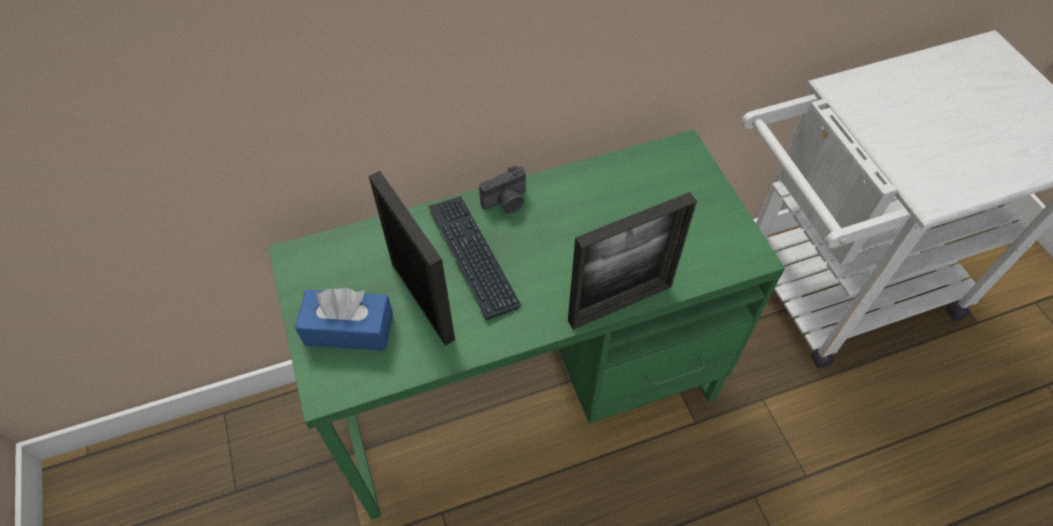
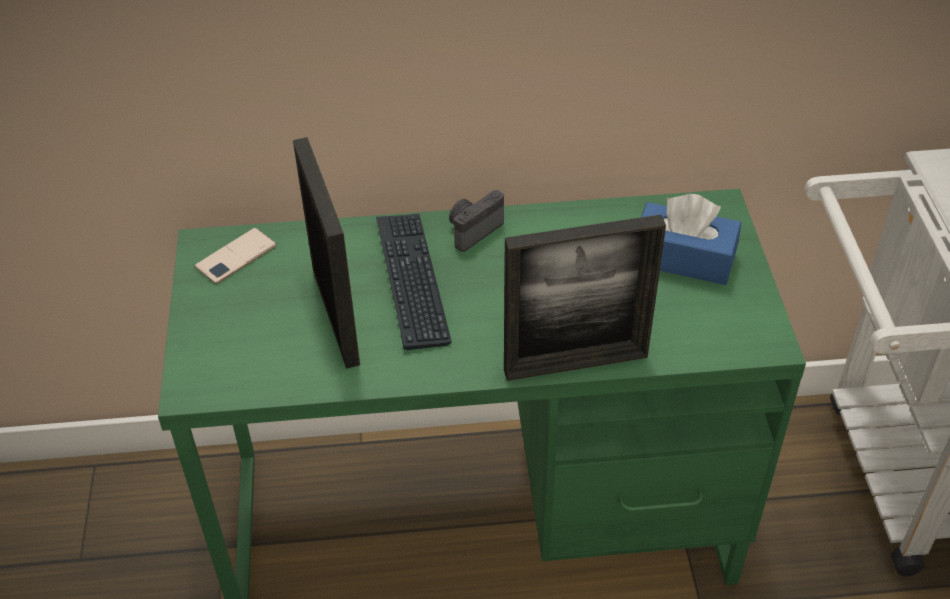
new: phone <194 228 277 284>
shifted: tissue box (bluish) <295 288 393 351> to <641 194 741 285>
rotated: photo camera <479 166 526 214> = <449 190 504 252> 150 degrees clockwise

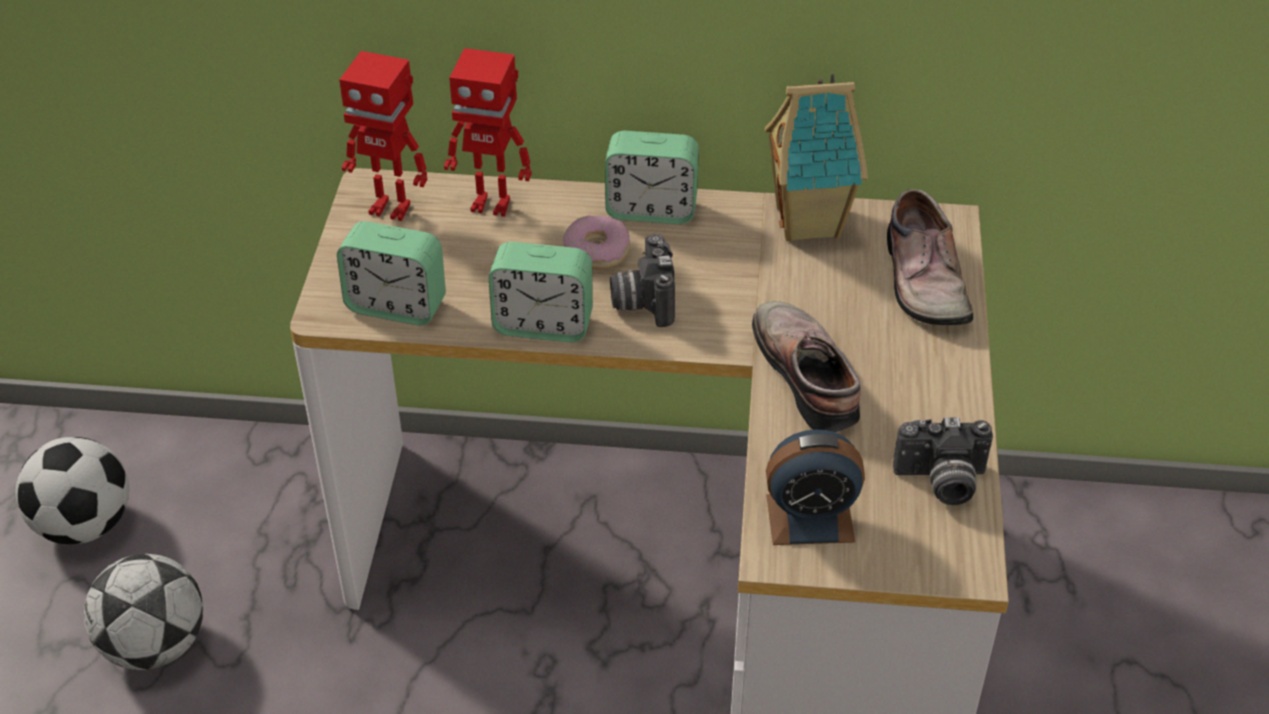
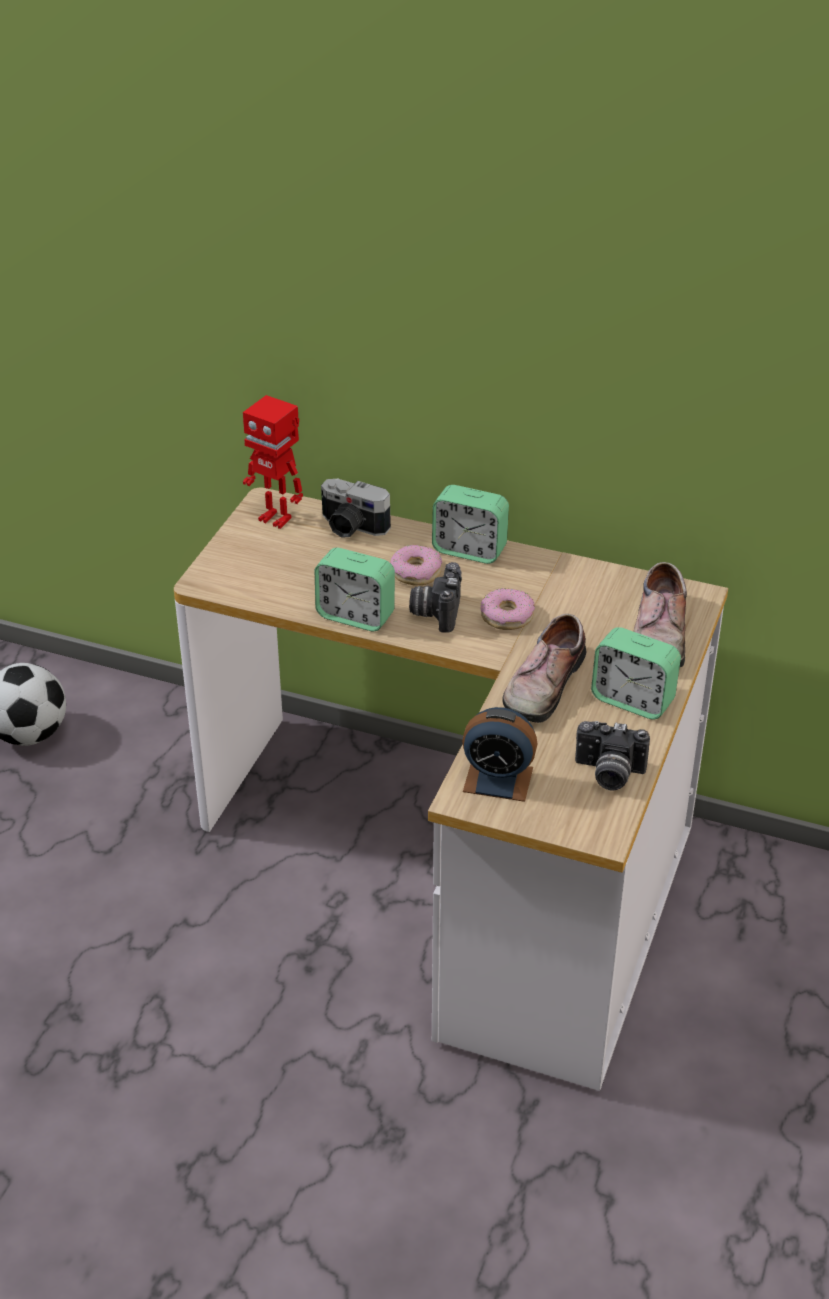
gone: ball for football <84 554 203 670>; toy house <765 73 868 242>
new: donut <481 588 535 630>
shifted: alarm clock <337 221 446 326> to <591 627 681 719>
swapped: robot figure <444 48 532 217> to photo camera <321 479 391 538>
rotated: item of footwear <752 301 860 432> = <502 614 586 723> 150 degrees counterclockwise

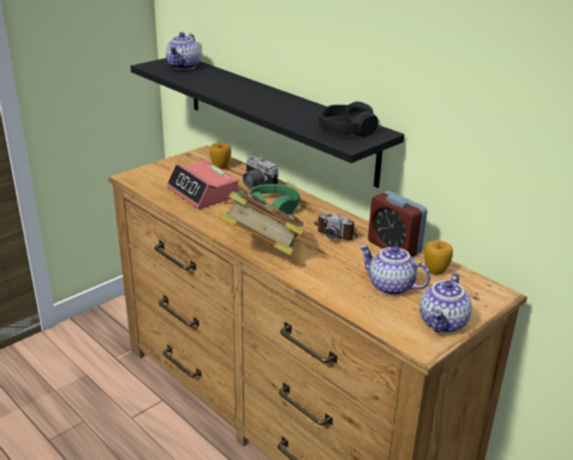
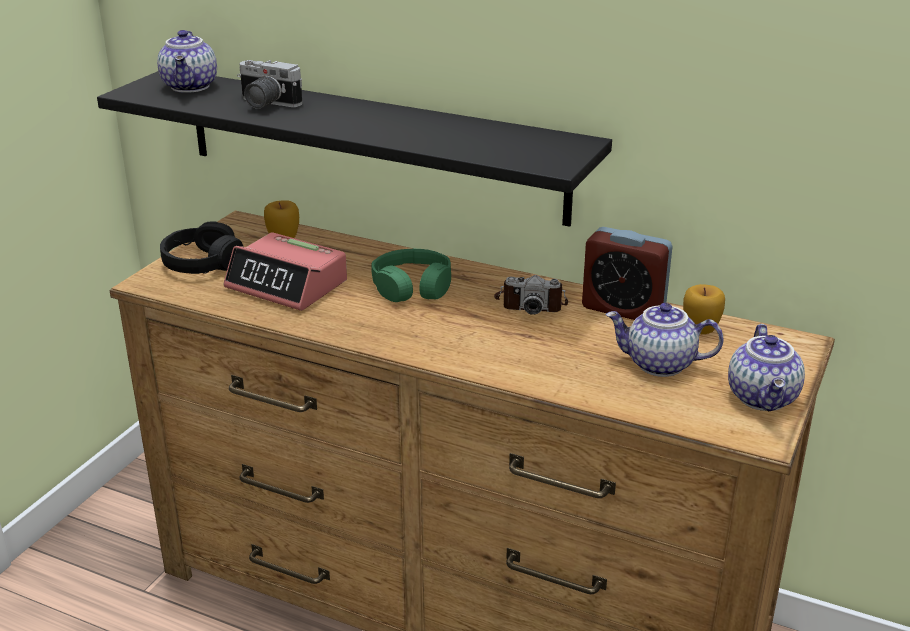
gone: volume <218 190 304 256>
shifted: headset (black-coloured) <319 102 378 137> to <160 221 243 274>; photo camera <243 156 279 188> to <237 60 302 109>

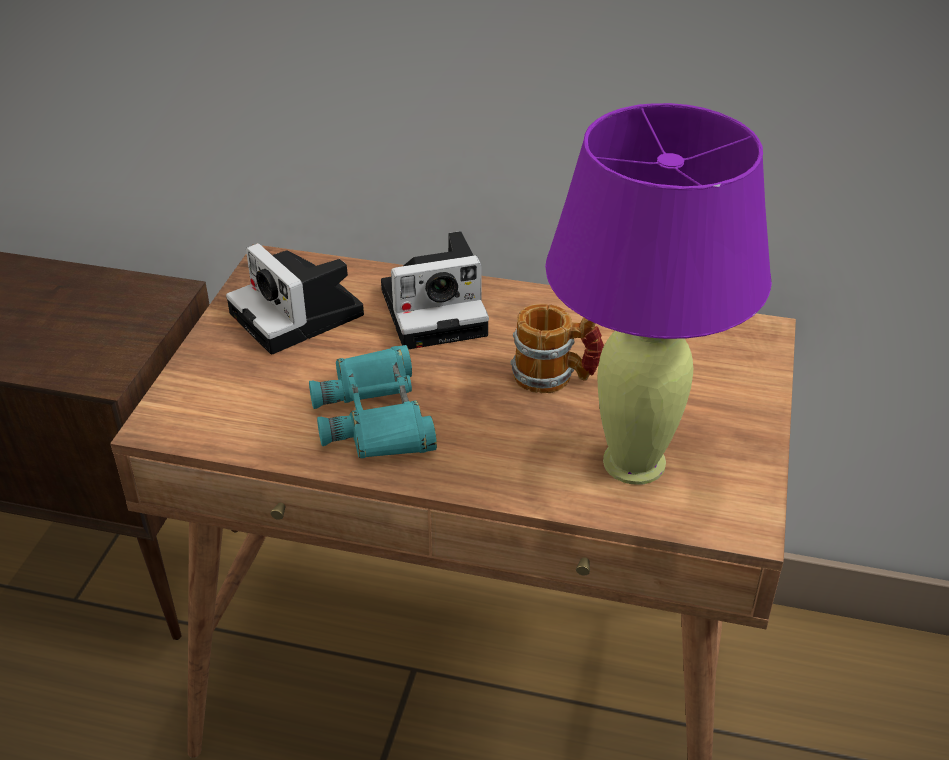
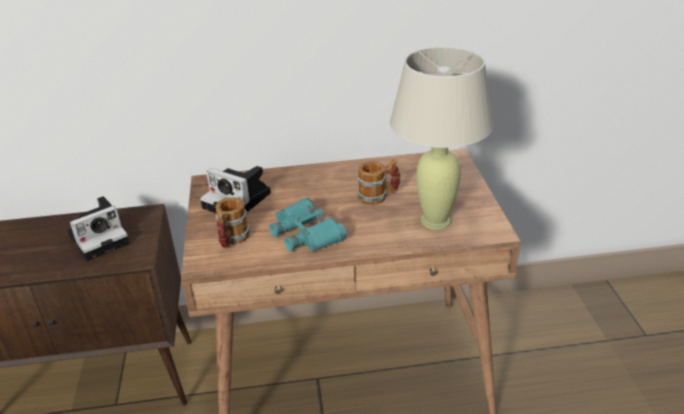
new: mug <215 198 250 249>
shifted: photo camera <381 231 489 349> to <67 196 130 261>
repainted: tabletop lamp (purplish) <545 103 772 485> to tabletop lamp (sand-coloured) <390 46 494 230>

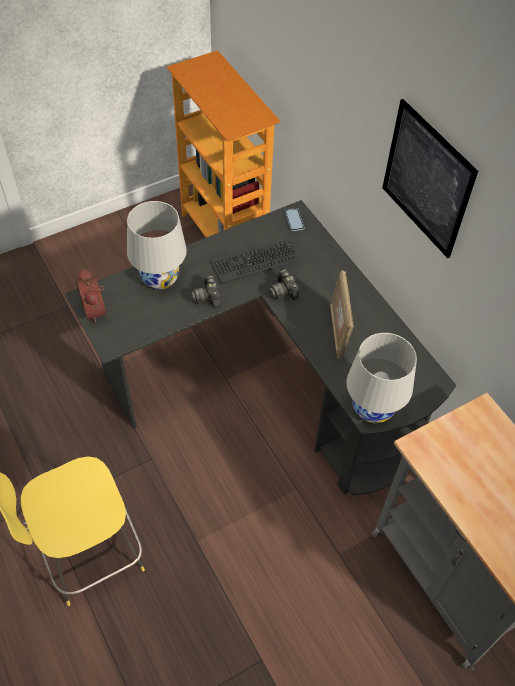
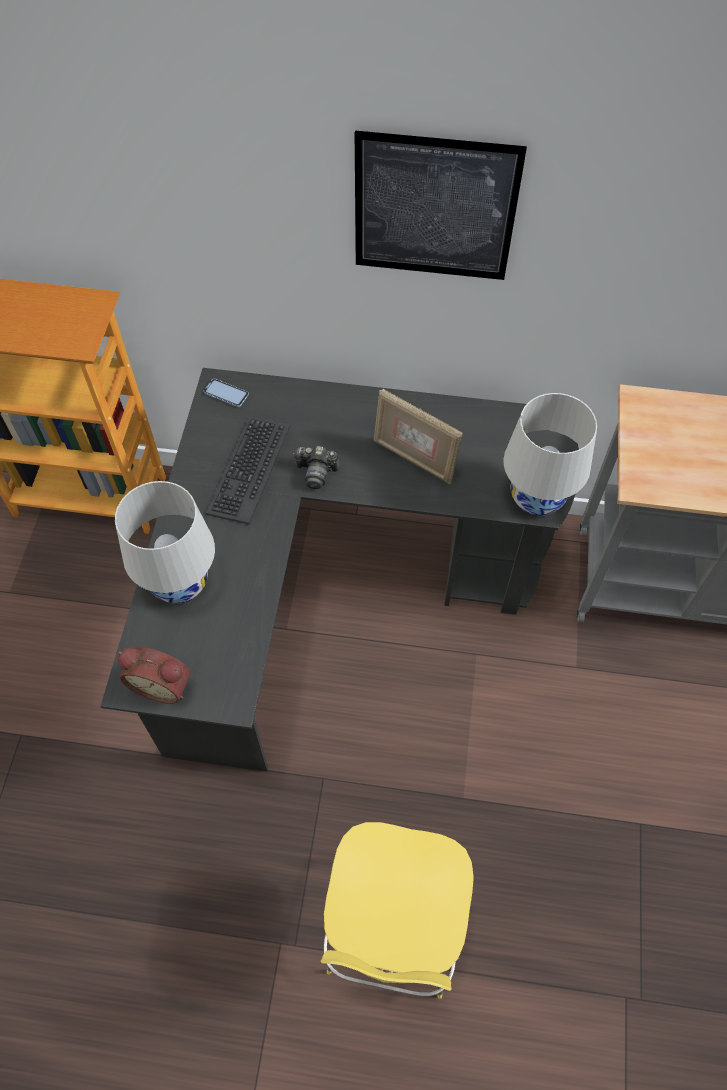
gone: photo camera <191 275 221 308>

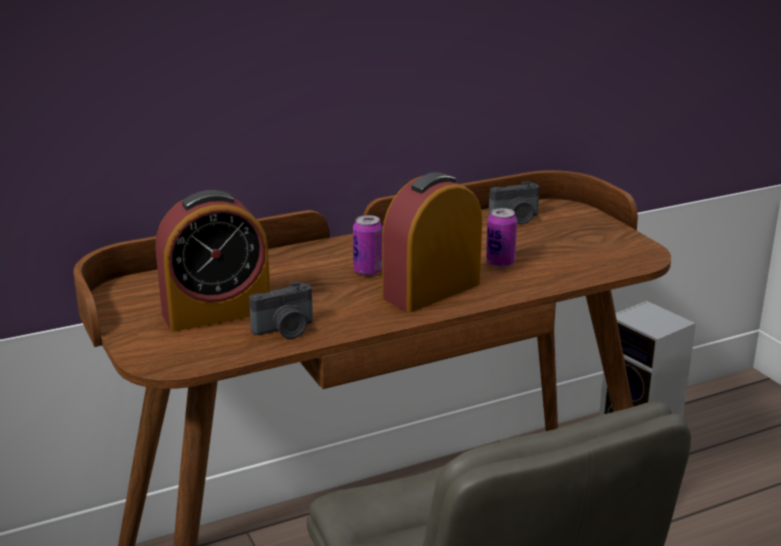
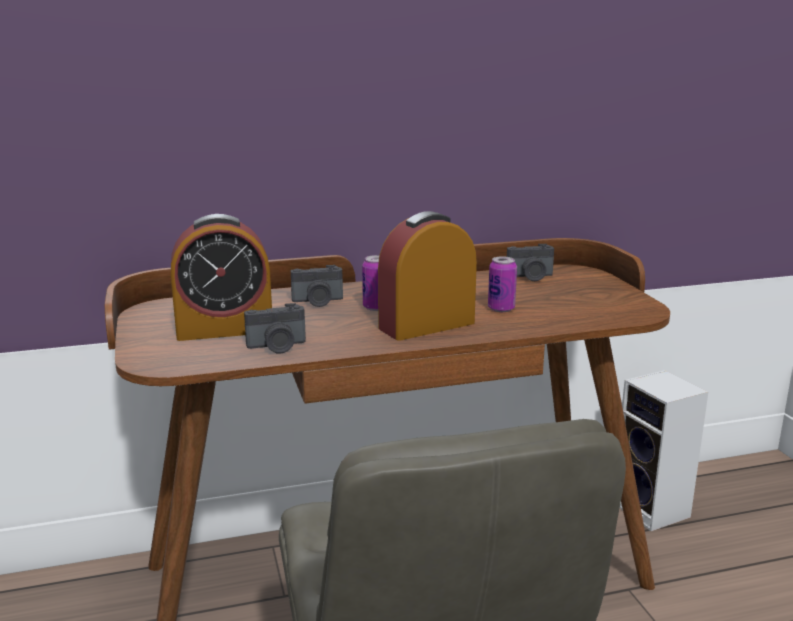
new: photo camera <291 265 343 307>

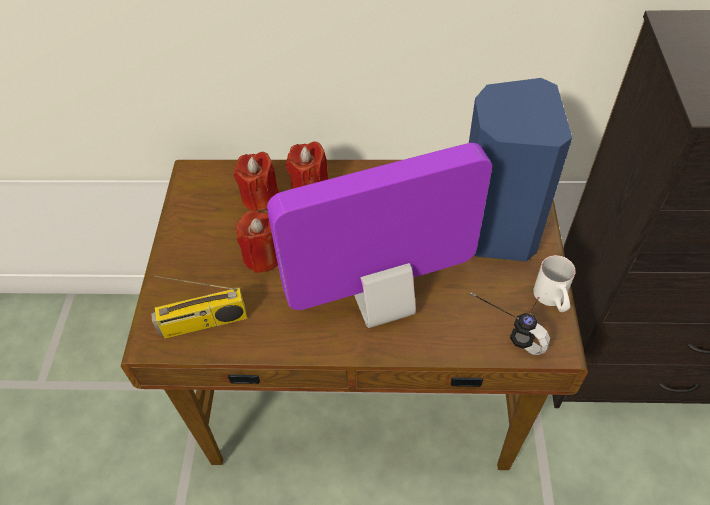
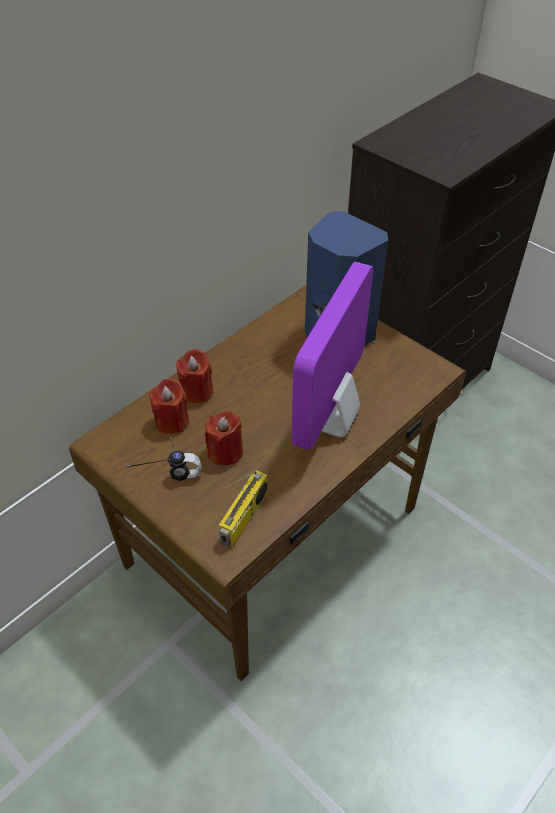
gone: mug (whitish) <533 255 576 312>
shifted: headset <470 293 550 355> to <125 437 202 481>

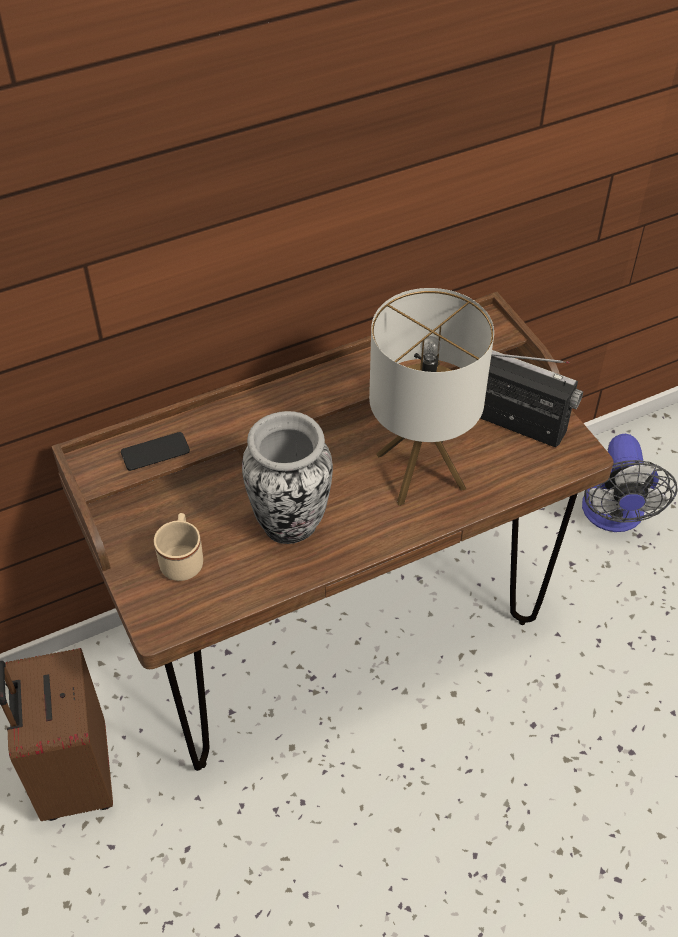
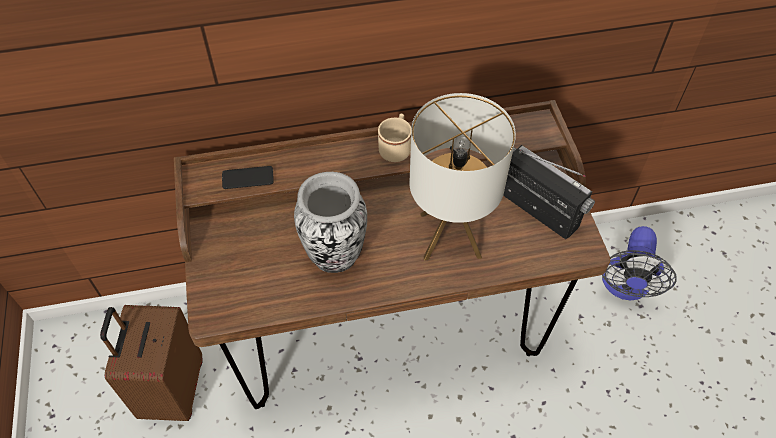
shifted: mug (sand-coloured) <154 513 203 581> to <378 114 411 162>

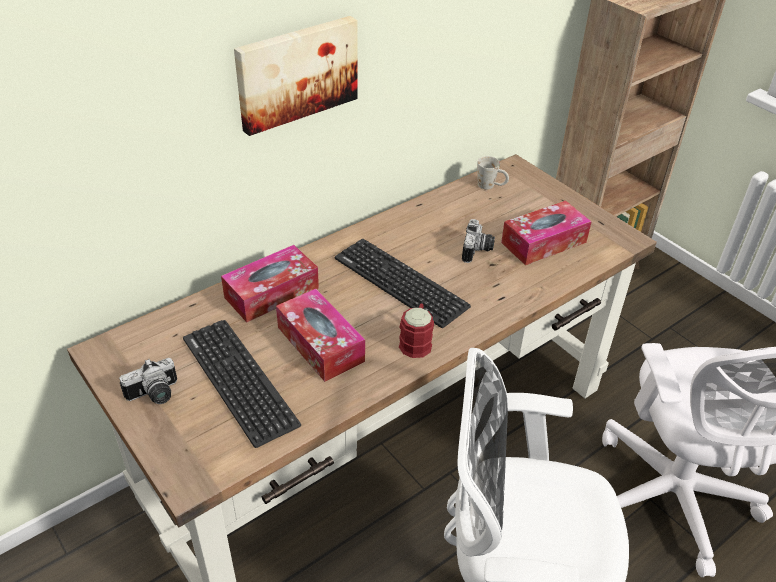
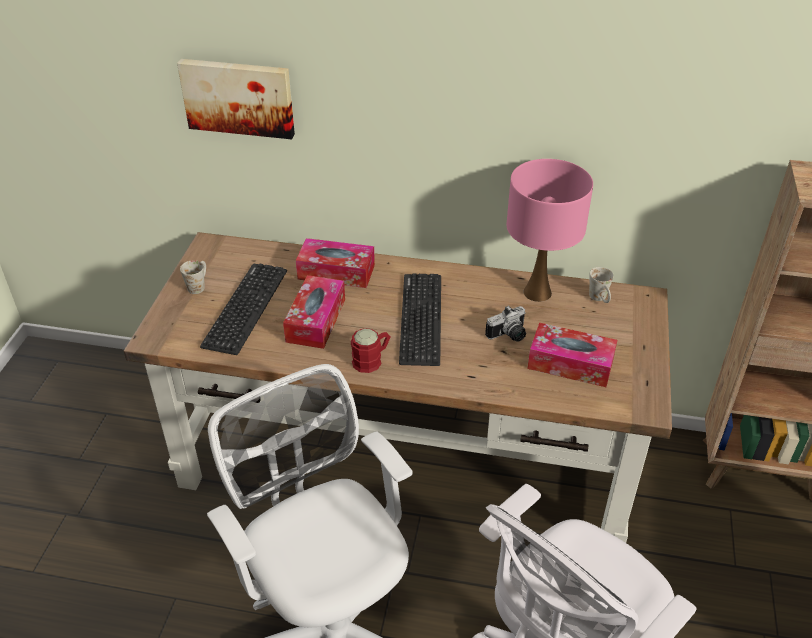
new: tabletop lamp (pinkish) <507 159 593 302>
shifted: wall art <234 16 357 136> to <177 59 295 139>
swapped: photo camera <119 358 177 404> to mug (whitish) <180 260 206 294>

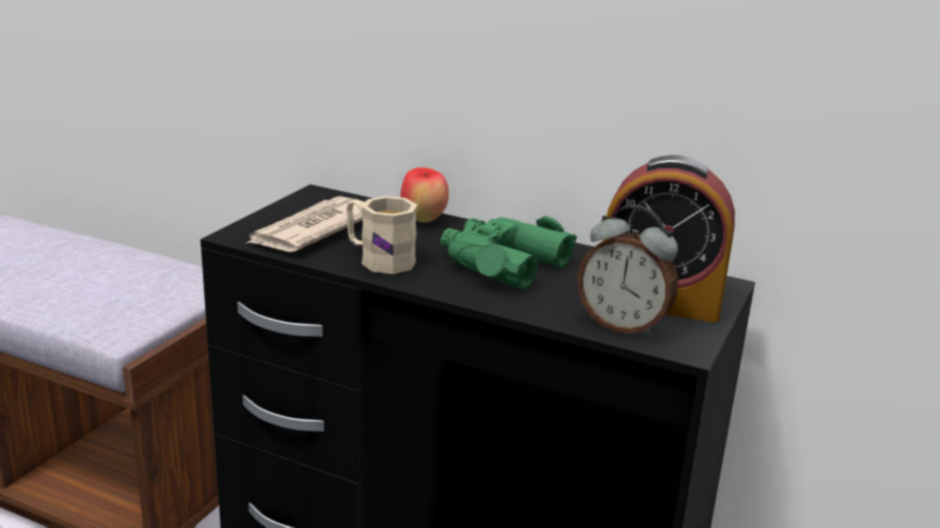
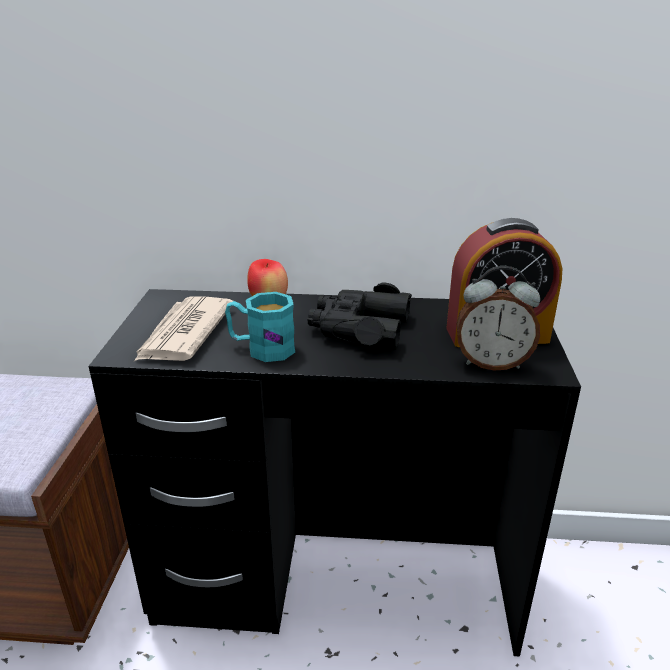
repainted: mug (sand-coloured) <346 196 417 274> to mug (turquoise-coloured) <225 292 295 362>; pair of binoculars (greenish) <440 216 577 290> to pair of binoculars (black-coloured) <308 283 412 350>

